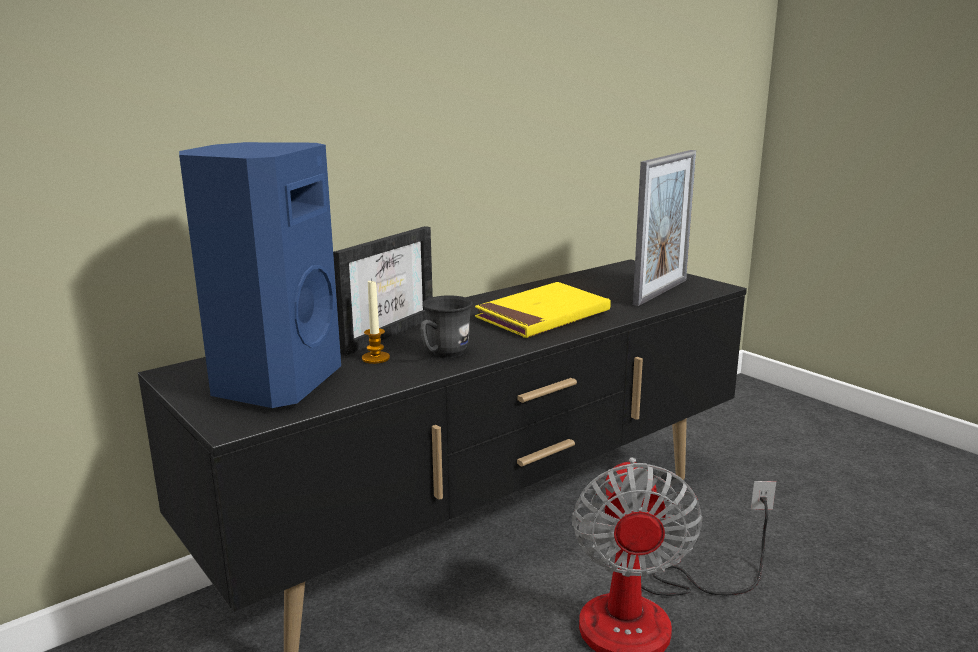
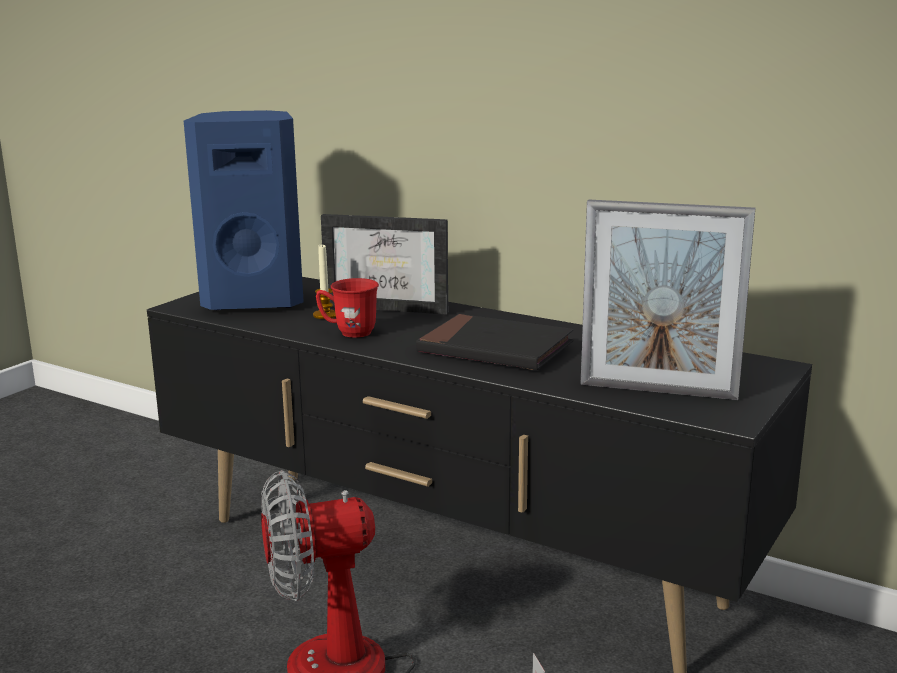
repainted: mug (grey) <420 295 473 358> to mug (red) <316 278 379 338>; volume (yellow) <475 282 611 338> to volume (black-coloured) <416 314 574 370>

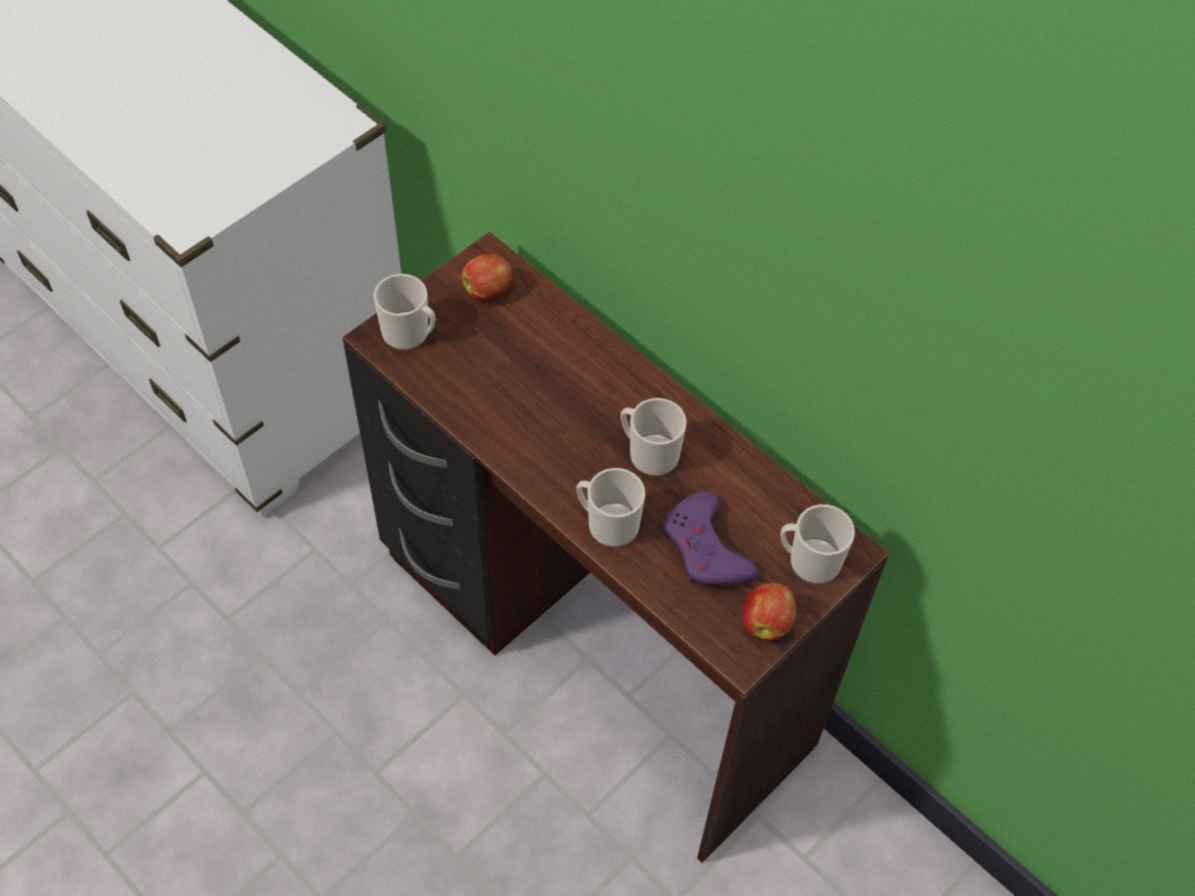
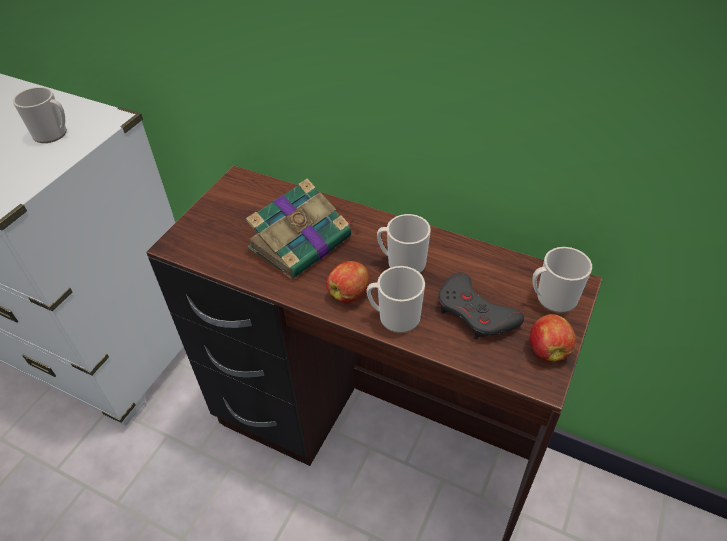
new: volume <245 179 353 279>
shifted: mug <374 274 435 350> to <13 87 67 143>; whole apple <461 254 513 301> to <326 261 370 303>
repainted: game controller (purplish) <664 491 758 585> to game controller (grey) <438 272 524 340>

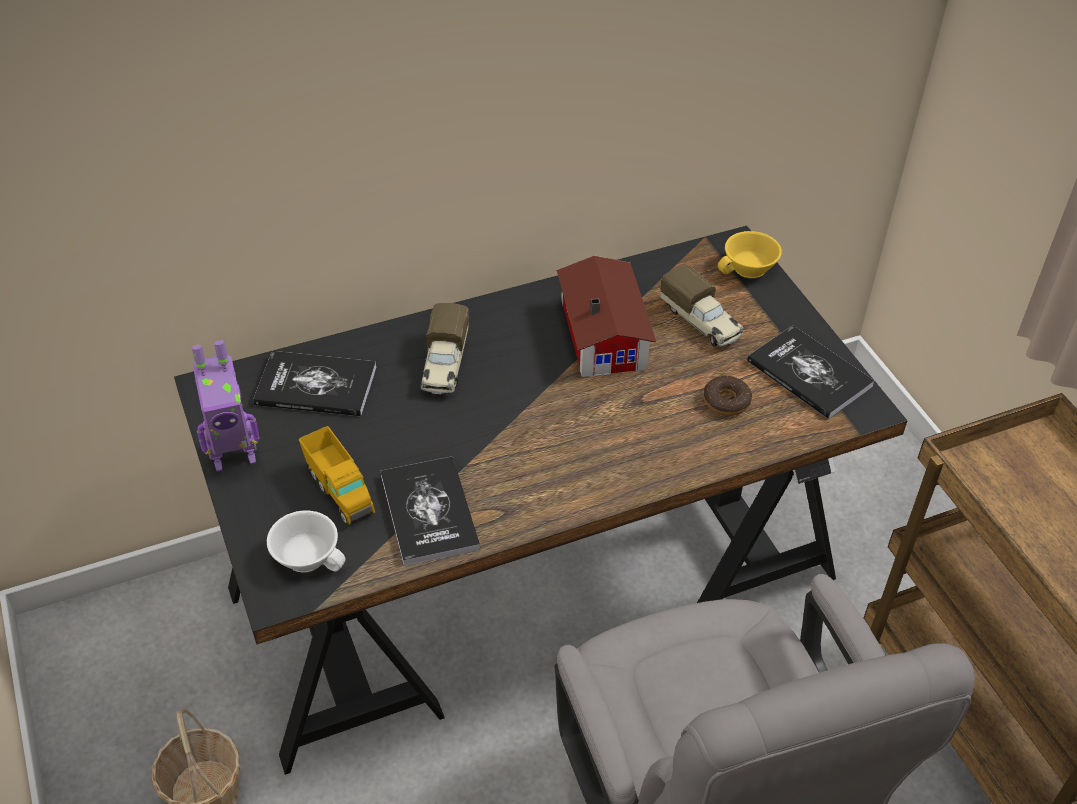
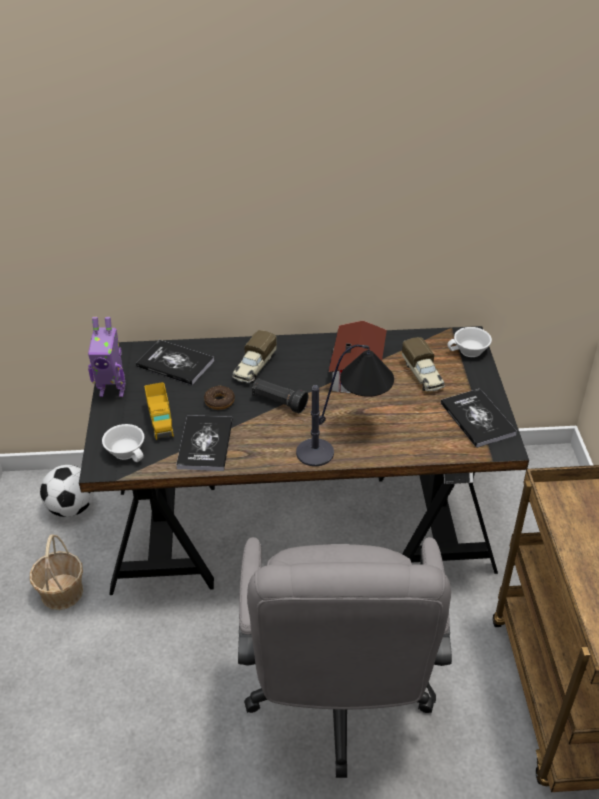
new: ball for football <40 465 94 517>; flashlight (black-coloured) <252 378 308 413>; tabletop lamp <296 345 394 466>
shifted: donut <703 376 752 416> to <204 386 235 410>
repainted: drinking cup (yellow) <718 231 782 278> to drinking cup (whitish) <447 327 492 357>

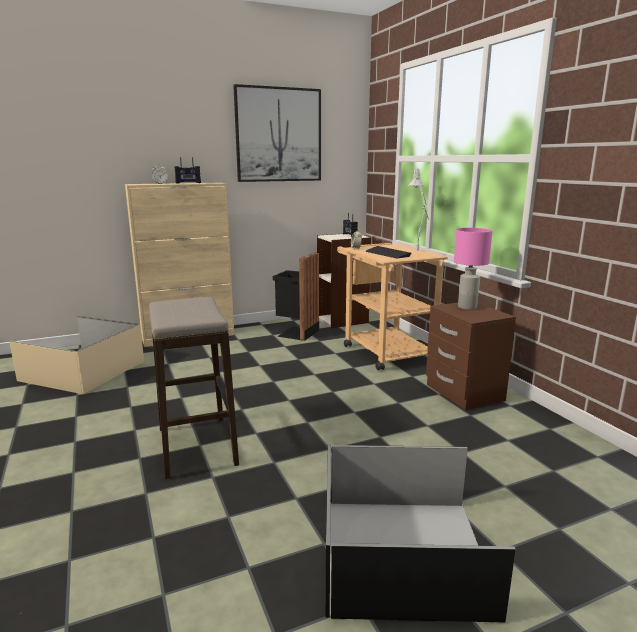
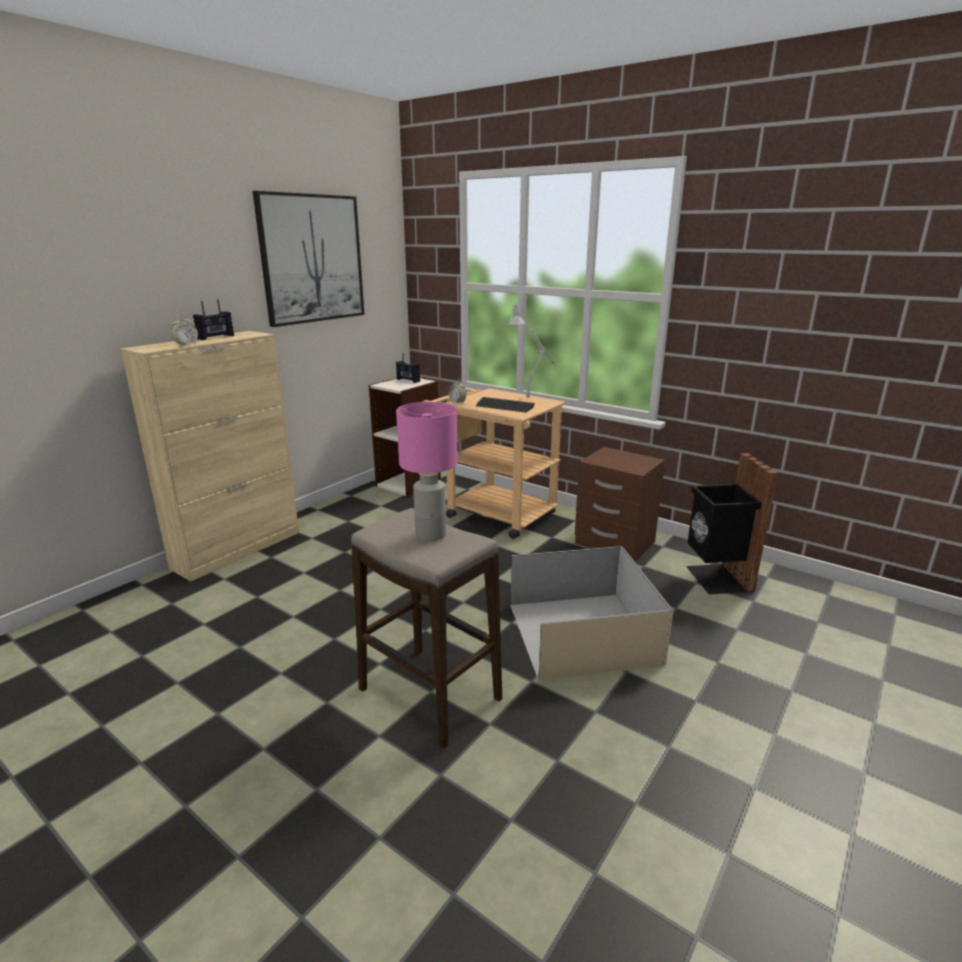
gone: storage container (black-coloured) <326 444 516 622>
shifted: tabletop lamp (pinkish) <454 228 493 310> to <396 402 458 541>; storage container (sand-coloured) <9 316 144 394> to <510 546 674 681>; trash can (black-coloured) <272 253 319 341> to <686 453 778 594>

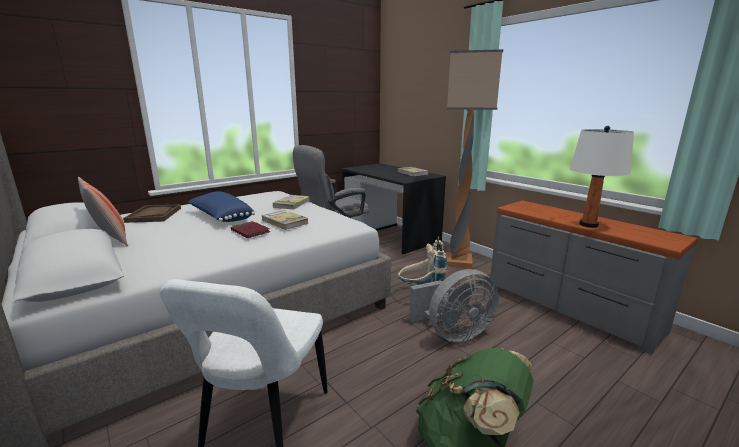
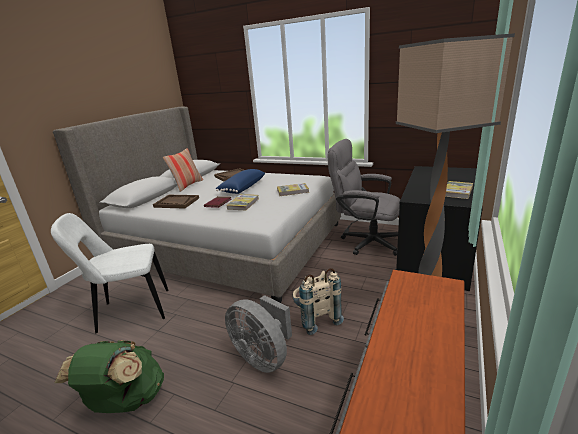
gone: tabletop lamp (whitish) <570 126 634 228>
new: carrying tray (brown-coloured) <153 195 199 209>

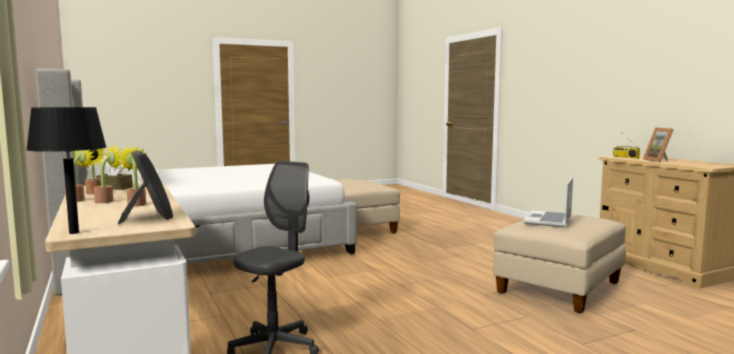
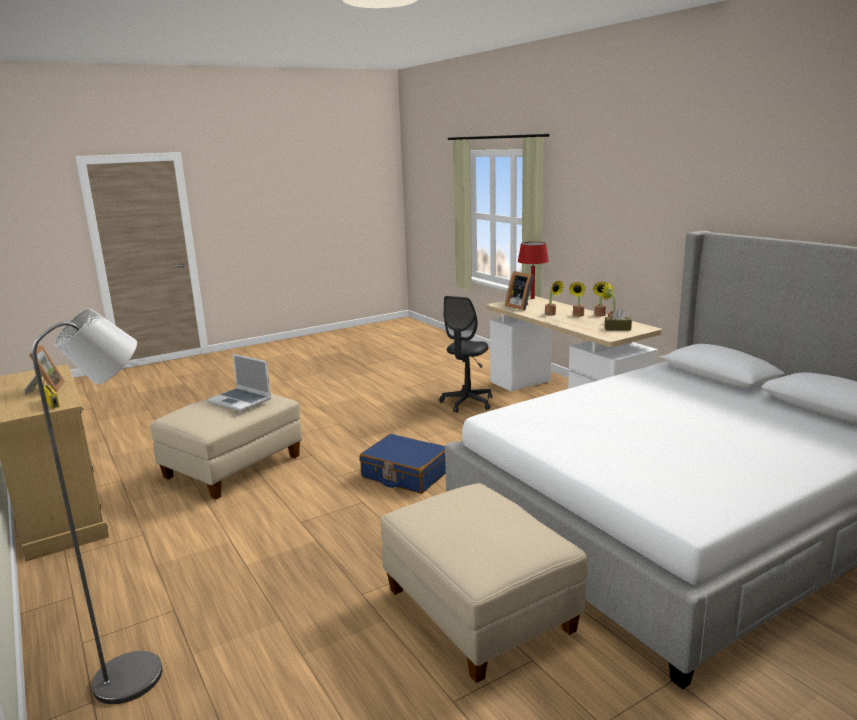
new: standing lamp (grey) <32 308 162 704>; travel case (bluish) <359 434 446 494>
repainted: tabletop lamp (black-coloured) <26 107 107 234> to tabletop lamp (red) <518 242 549 299>
rotated: laptop <524 177 573 227> = <208 354 271 411> 105 degrees clockwise

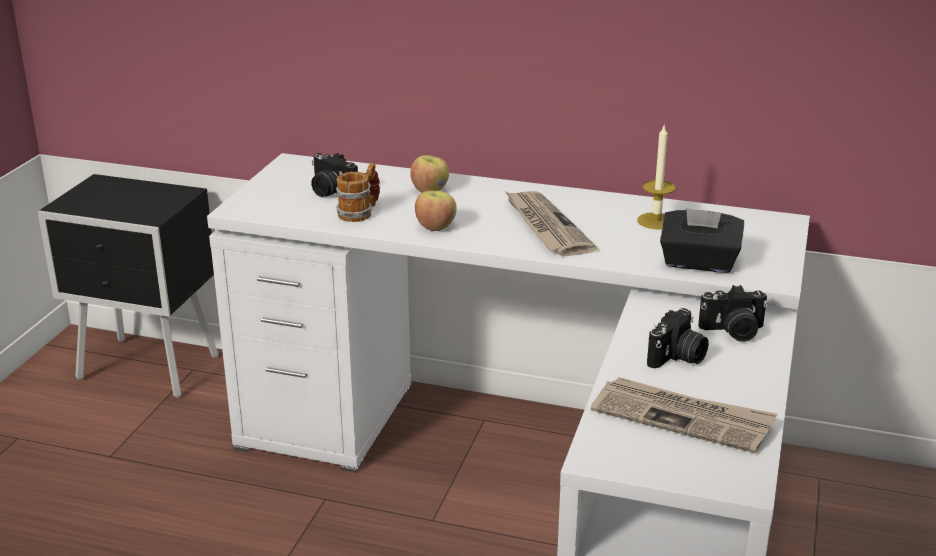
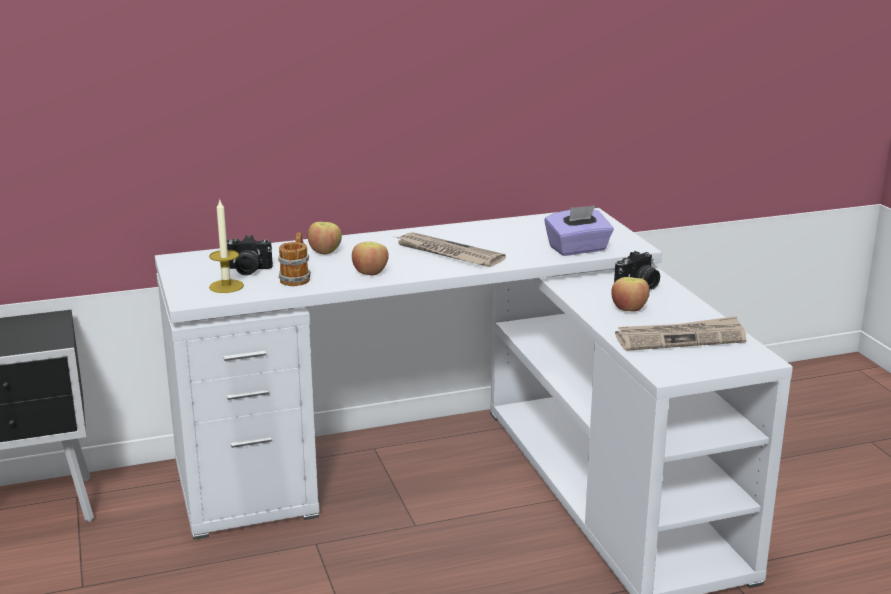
shifted: wax light <637 126 676 230> to <209 198 244 293>
swapped: photo camera <647 308 709 369> to whole apple <611 277 650 312>
repainted: tissue box (black-coloured) <660 208 744 273> to tissue box (purplish) <545 205 614 256>

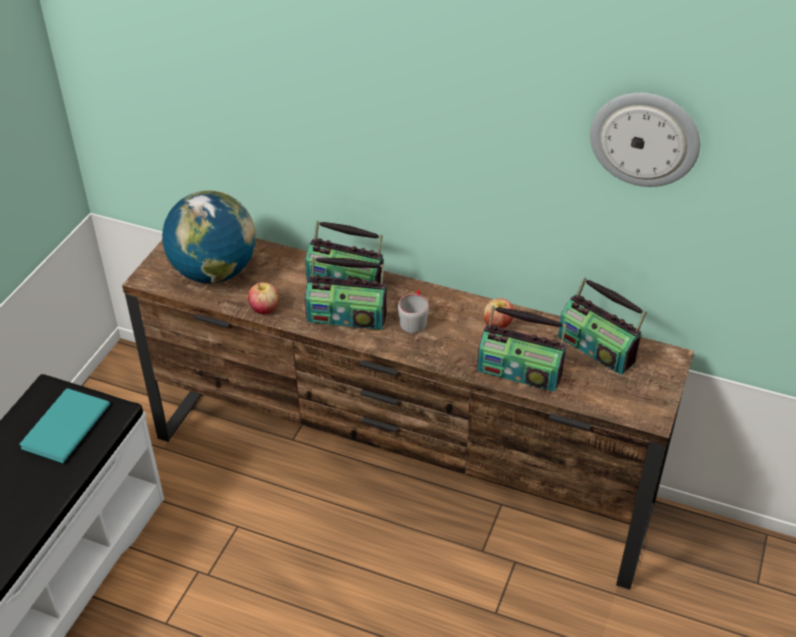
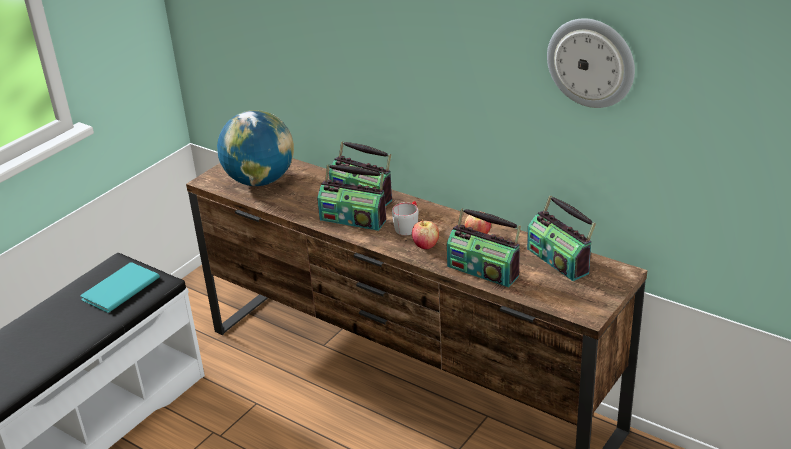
shifted: whole apple <248 282 279 314> to <412 219 439 249>

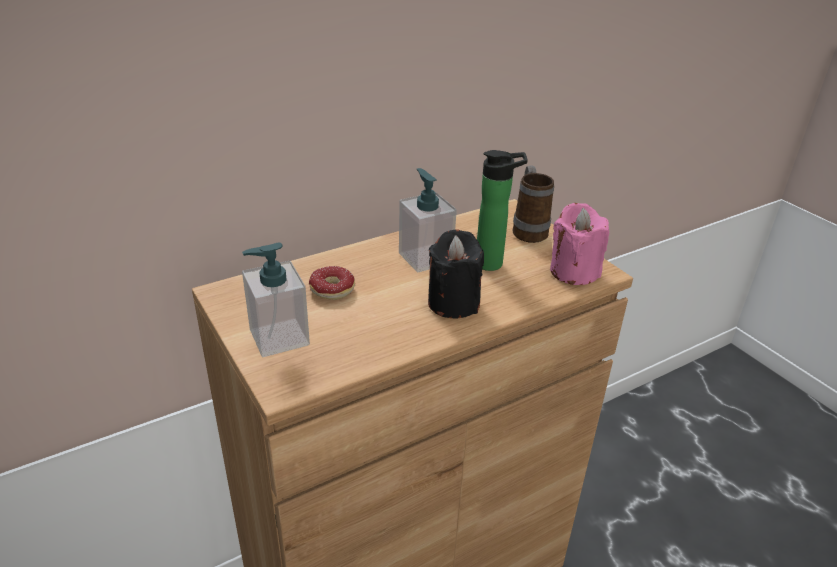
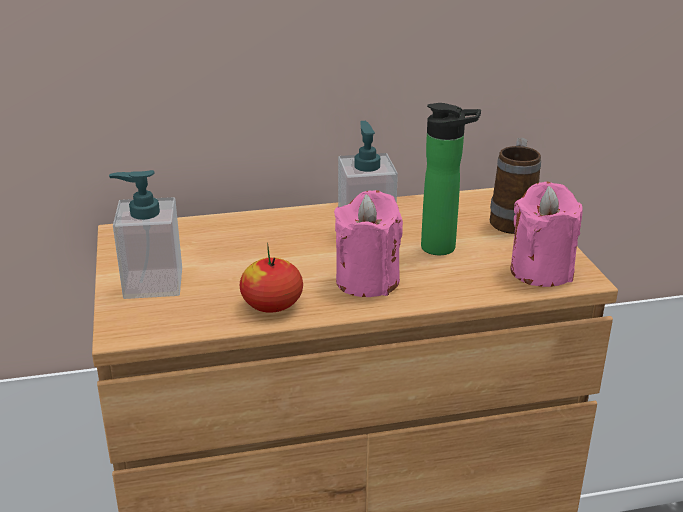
gone: donut <309 266 355 300>
new: whole apple <240 247 303 313>
repainted: wax light (black-coloured) <428 229 484 318> to wax light (pinkish) <334 190 403 297>

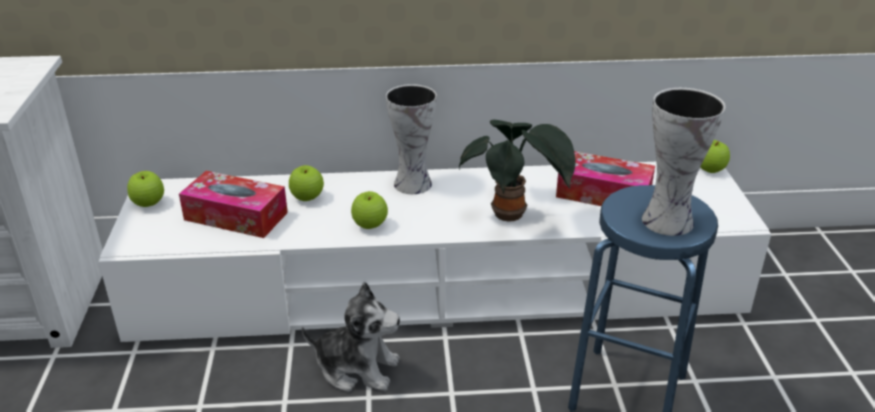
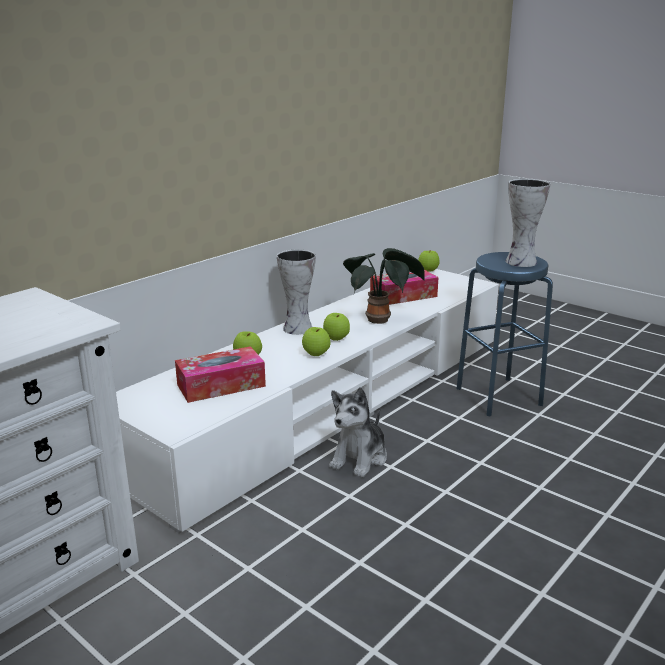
shifted: whole apple <127 171 164 207> to <323 313 350 341>
rotated: cuddly toy <302 282 400 392> = <329 387 387 478> 150 degrees clockwise

